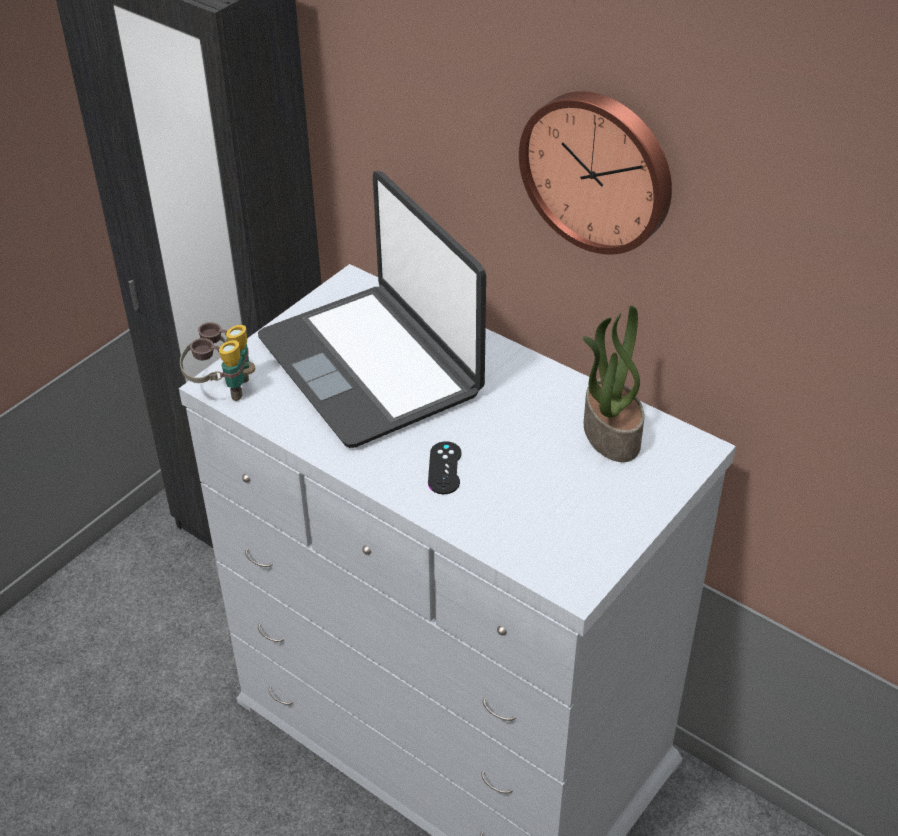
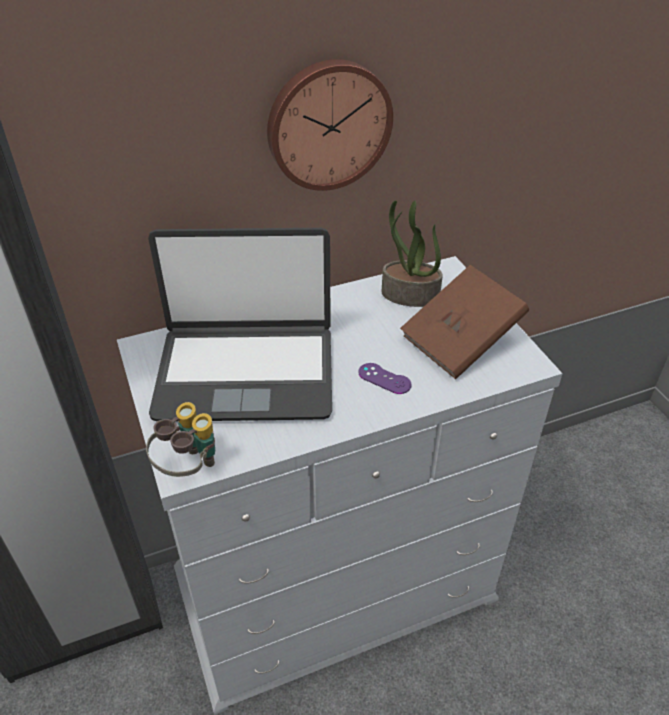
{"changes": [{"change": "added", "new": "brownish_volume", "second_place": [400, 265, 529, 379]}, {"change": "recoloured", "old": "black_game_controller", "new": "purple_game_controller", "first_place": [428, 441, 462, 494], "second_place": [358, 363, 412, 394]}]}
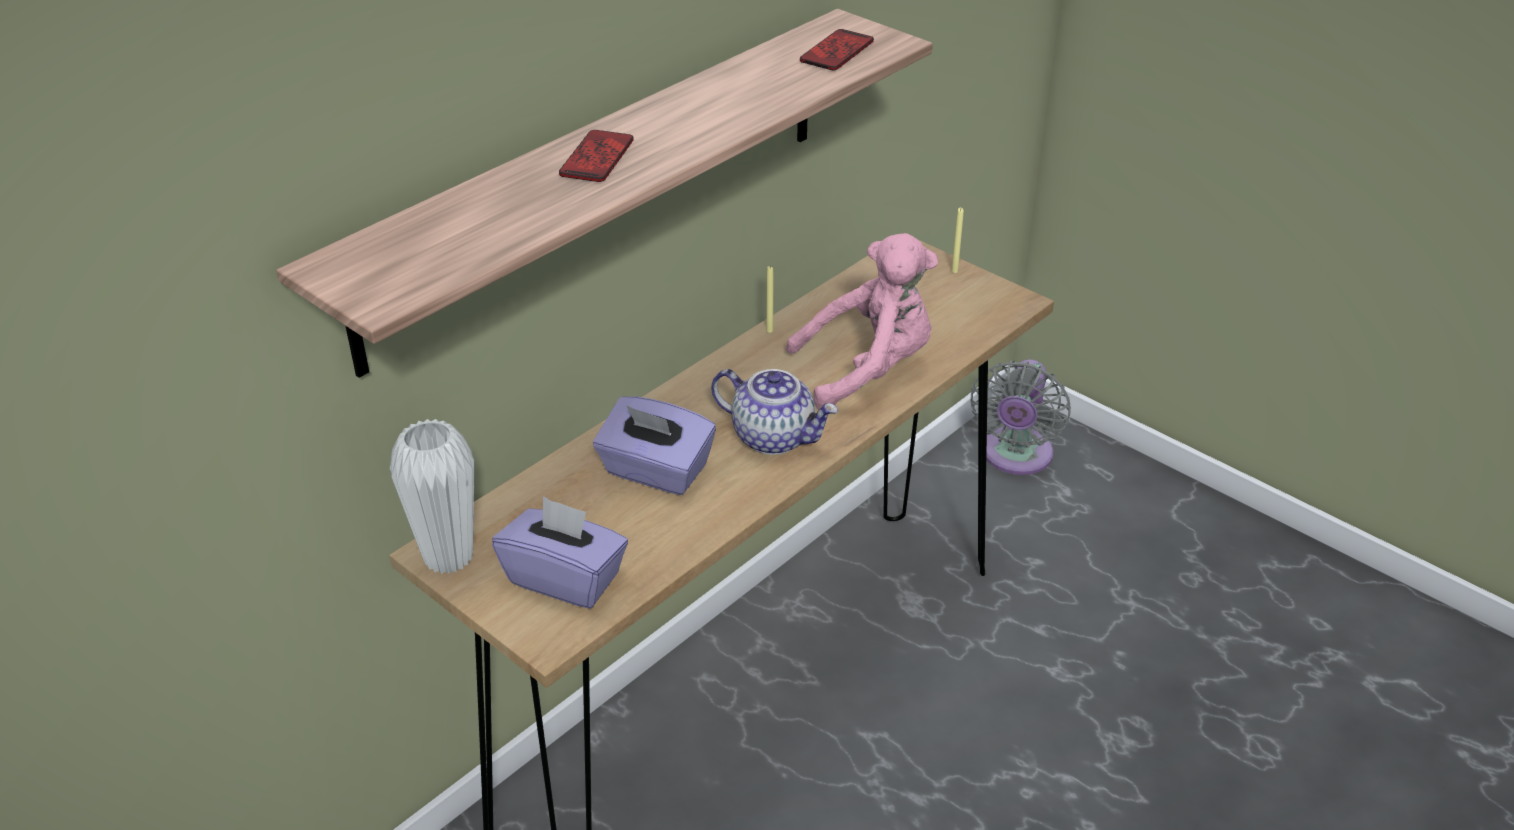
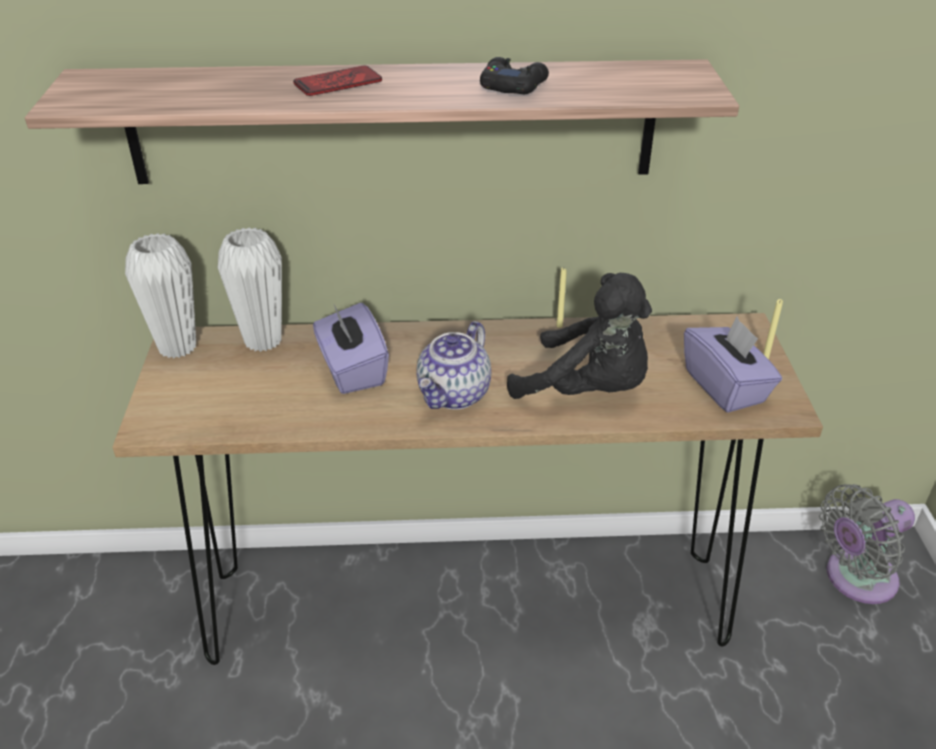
{"changes": [{"change": "removed", "old": "telephone", "first_place": [800, 29, 874, 70]}, {"change": "added", "new": "whitish_decorative_vase", "second_place": [218, 227, 282, 352]}, {"change": "added", "new": "black_game_controller", "second_place": [480, 57, 549, 94]}, {"change": "moved", "old": "purple_box_of_tissues", "first_place": [492, 496, 628, 609], "second_place": [684, 316, 782, 412]}, {"change": "recoloured", "old": "pink-coloured_cuddly_toy", "new": "black_cuddly_toy", "first_place": [786, 233, 938, 409], "second_place": [507, 273, 652, 399]}, {"change": "turned", "old": "teapot", "first_place": [711, 369, 838, 455], "second_place": [417, 321, 491, 410], "degrees": 45}]}
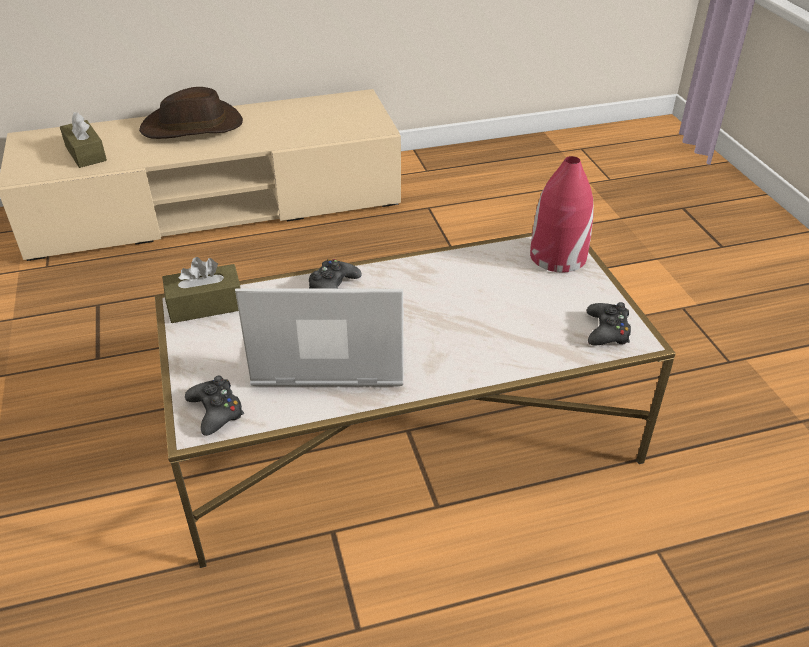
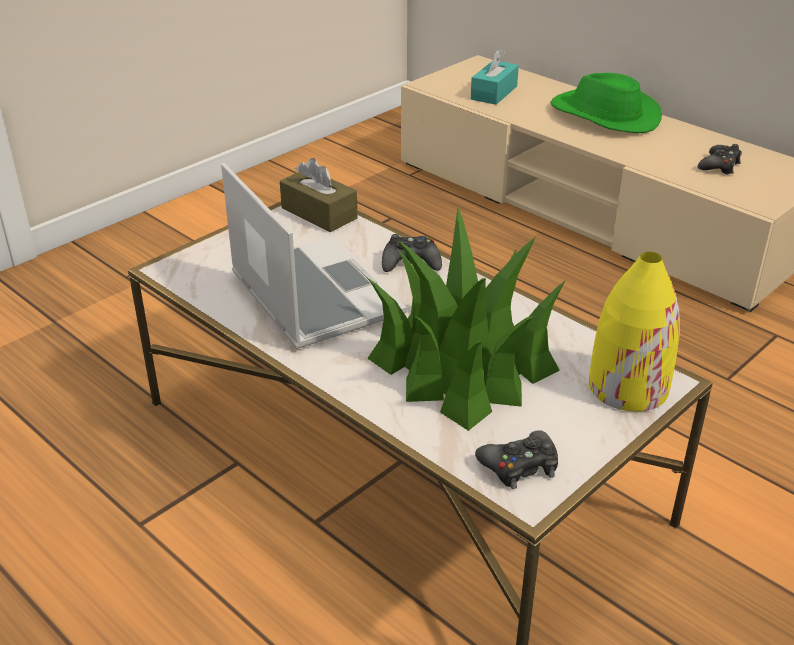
{"changes": [{"change": "added", "new": "houseplant", "second_place": [367, 207, 565, 431]}, {"change": "moved", "old": "black_game_controller", "first_place": [185, 376, 244, 436], "second_place": [698, 144, 742, 174]}, {"change": "recoloured", "old": "brownish_box_of_tissues", "new": "blue-green_box_of_tissues", "first_place": [60, 112, 107, 168], "second_place": [471, 49, 519, 105]}, {"change": "recoloured", "old": "brownish_wearable_hat", "new": "green-coloured_wearable_hat", "first_place": [139, 87, 243, 139], "second_place": [551, 73, 662, 133]}, {"change": "recoloured", "old": "red-coloured_decorative_vase", "new": "yellowish_decorative_vase", "first_place": [530, 156, 594, 272], "second_place": [589, 252, 680, 412]}]}
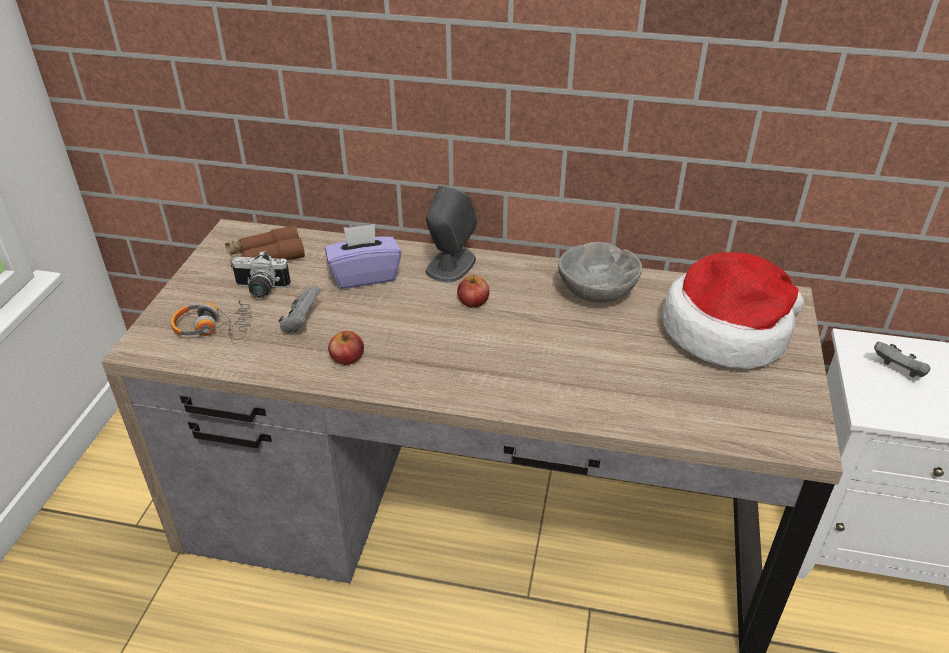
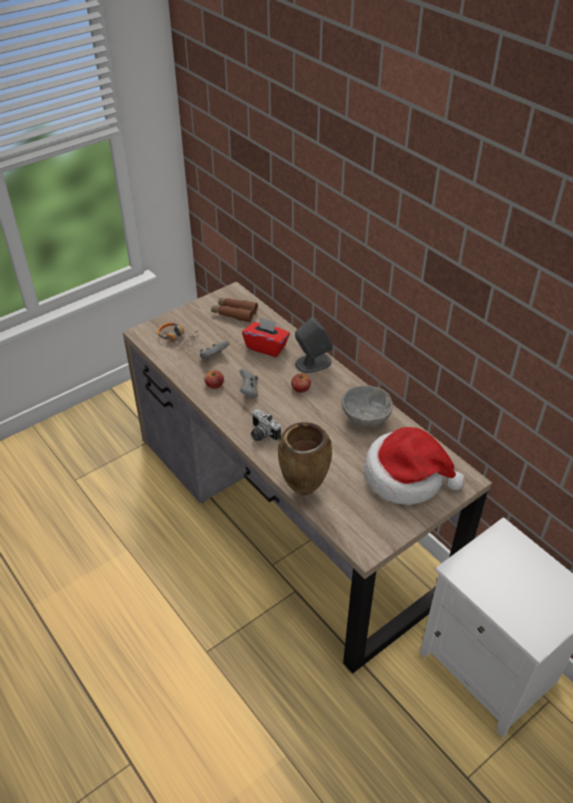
{"changes": [{"change": "added", "new": "brownish_decorative_vase", "second_place": [278, 422, 332, 496]}, {"change": "moved", "old": "still_camera", "first_place": [232, 250, 291, 298], "second_place": [251, 409, 281, 441]}, {"change": "moved", "old": "grey_game_controller", "first_place": [874, 342, 930, 378], "second_place": [239, 369, 258, 398]}, {"change": "recoloured", "old": "purple_box_of_tissues", "new": "red-coloured_box_of_tissues", "first_place": [325, 224, 401, 289], "second_place": [242, 317, 290, 357]}]}
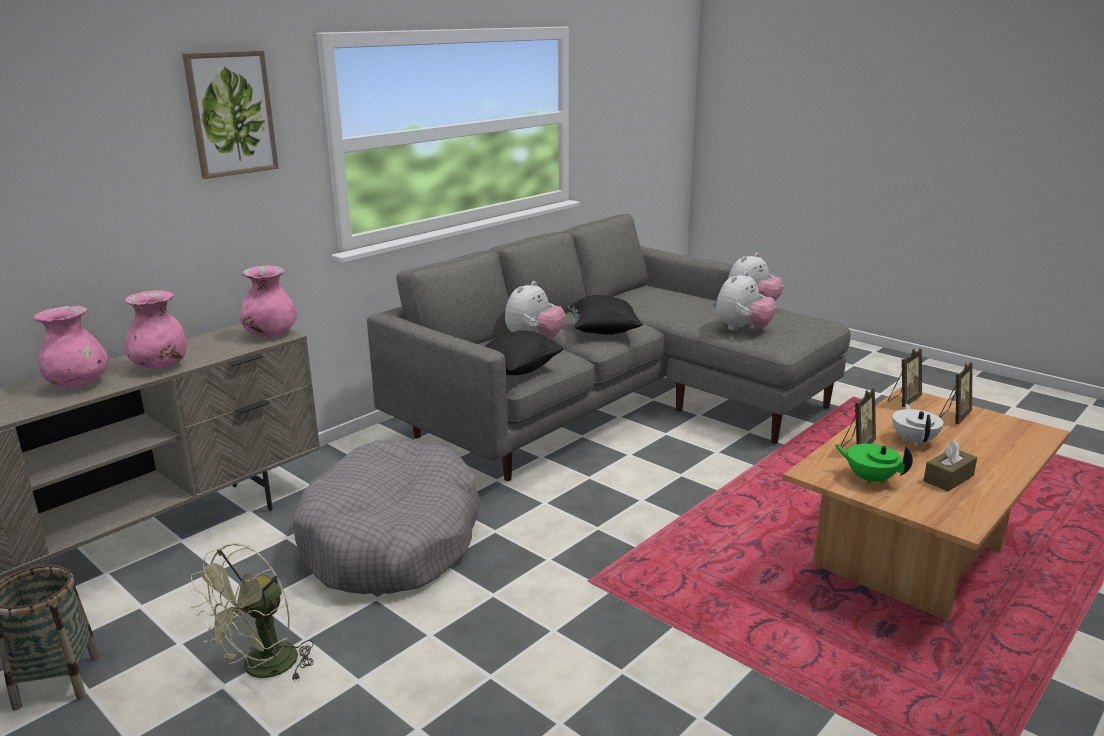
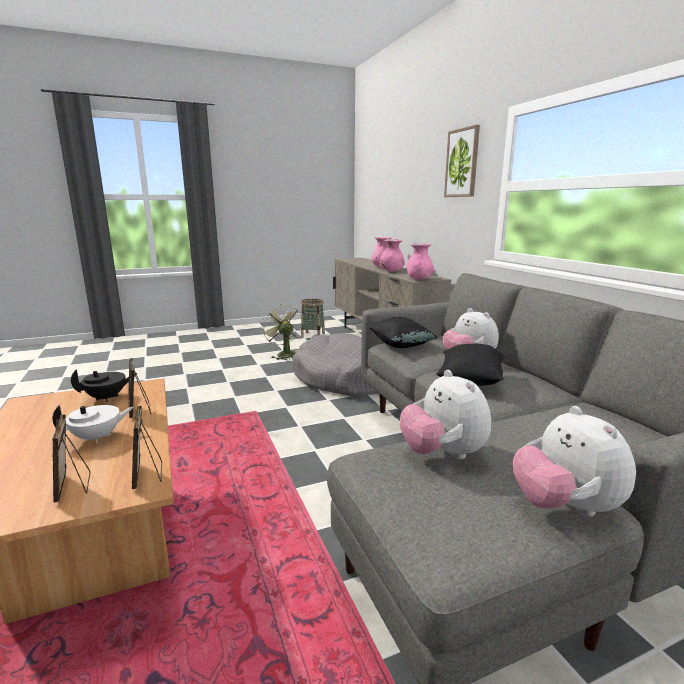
{"changes": [{"change": "removed", "old": "brownish_box_of_tissues", "first_place": [923, 440, 977, 491]}, {"change": "recoloured", "old": "green-coloured_teapot", "new": "black_teapot", "first_place": [834, 444, 913, 484], "second_place": [71, 369, 137, 402]}, {"change": "turned", "old": "whitish_teapot", "first_place": [892, 404, 943, 447], "second_place": [52, 405, 133, 444], "degrees": -60}]}
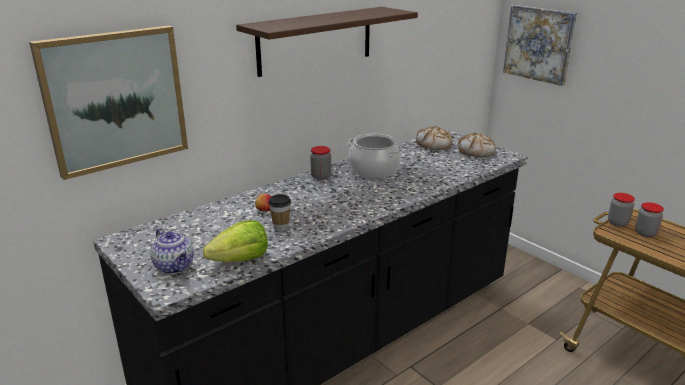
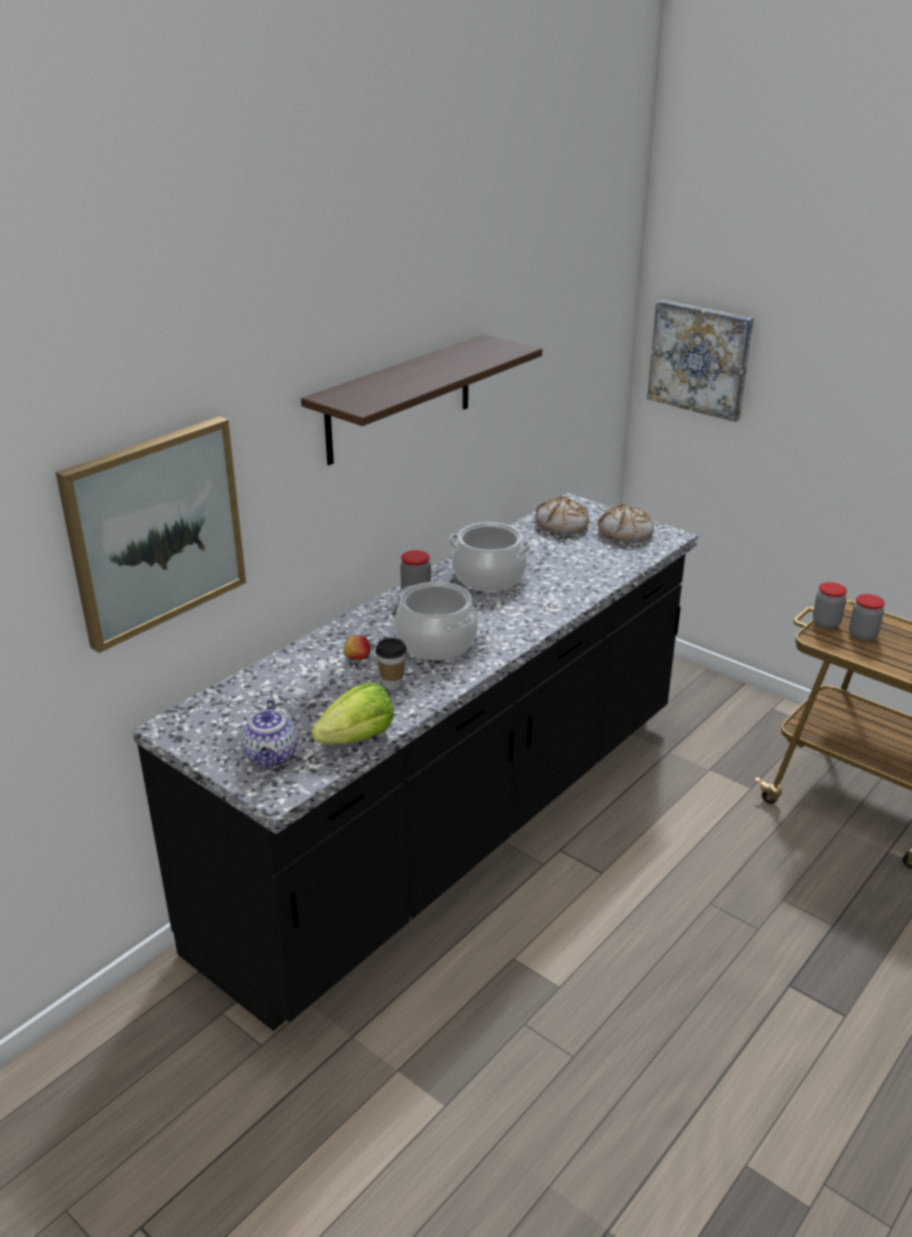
{"changes": [{"change": "added", "new": "saucepot", "second_place": [394, 582, 478, 660]}, {"change": "turned", "old": "teapot", "first_place": [151, 228, 194, 274], "second_place": [241, 699, 298, 769], "degrees": 45}]}
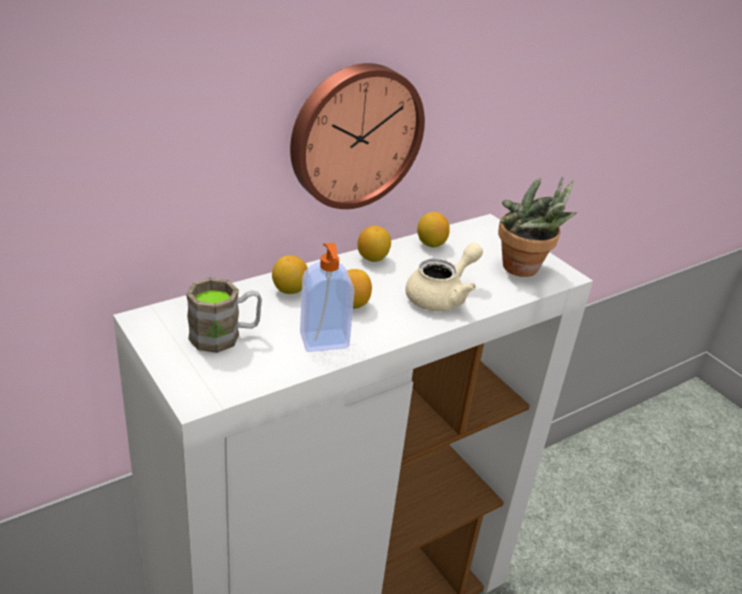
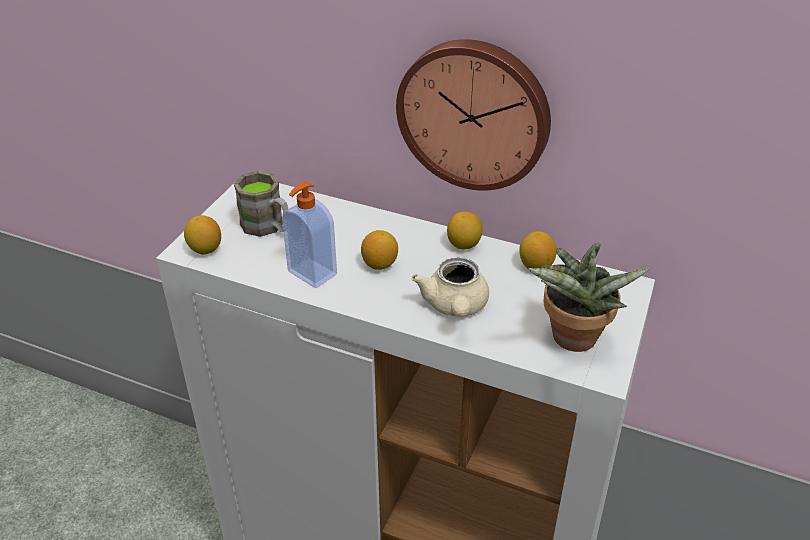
{"changes": [{"change": "moved", "old": "whole_lemon", "first_place": [272, 255, 308, 294], "second_place": [184, 215, 221, 255]}, {"change": "turned", "old": "beige-coloured_teapot", "first_place": [405, 243, 483, 311], "second_place": [411, 257, 489, 317], "degrees": 75}]}
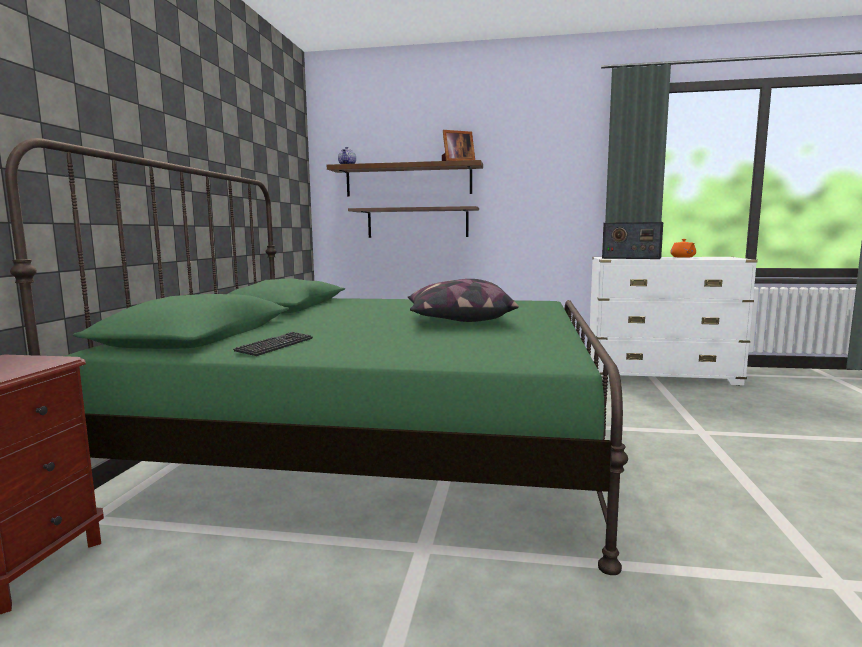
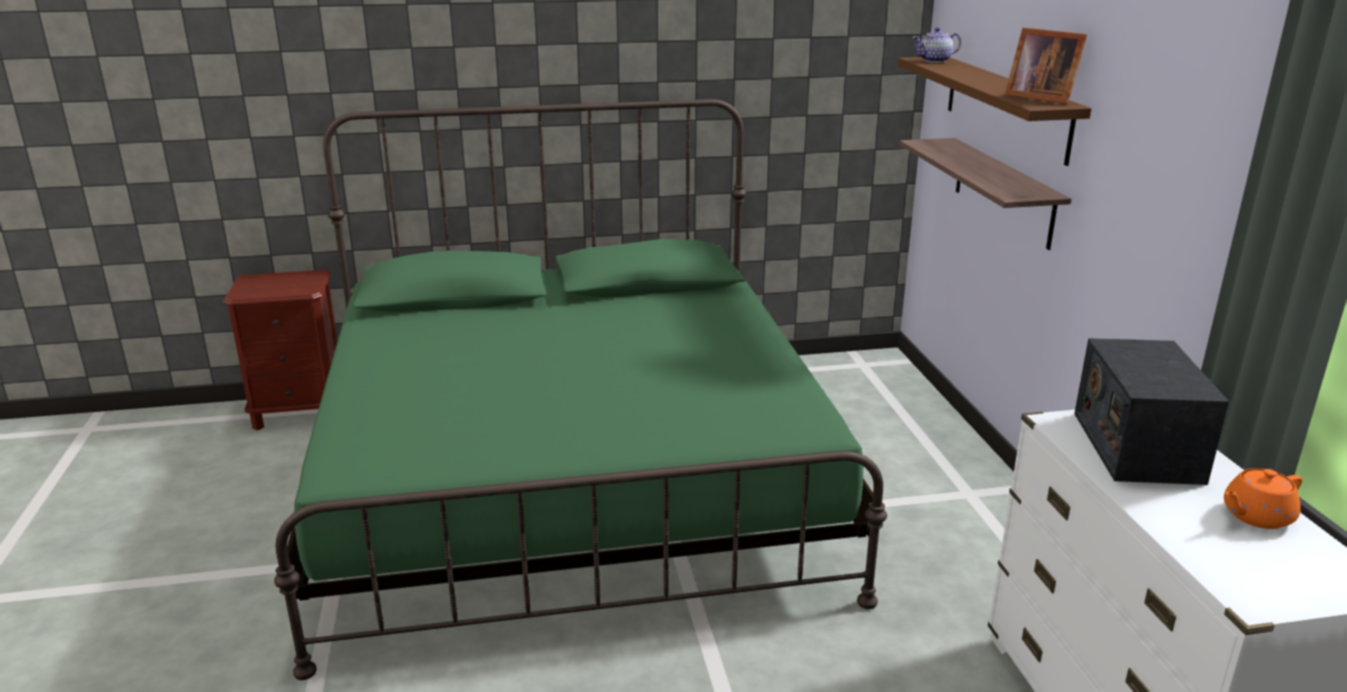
{"changes": [{"change": "removed", "old": "computer_keyboard", "first_place": [233, 332, 313, 356]}, {"change": "removed", "old": "throw_pillow", "first_place": [408, 279, 519, 322]}]}
